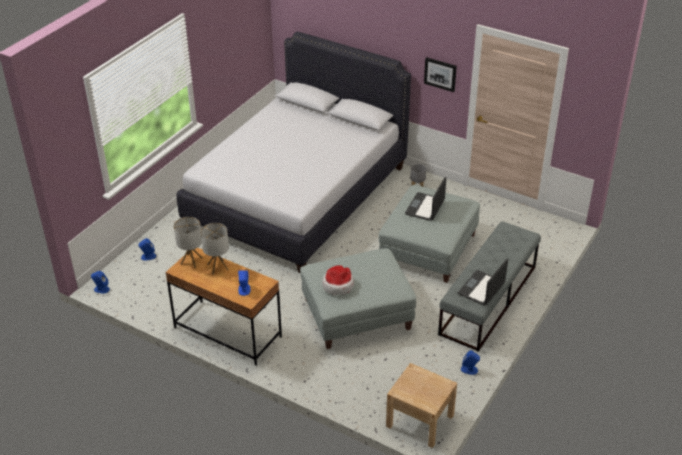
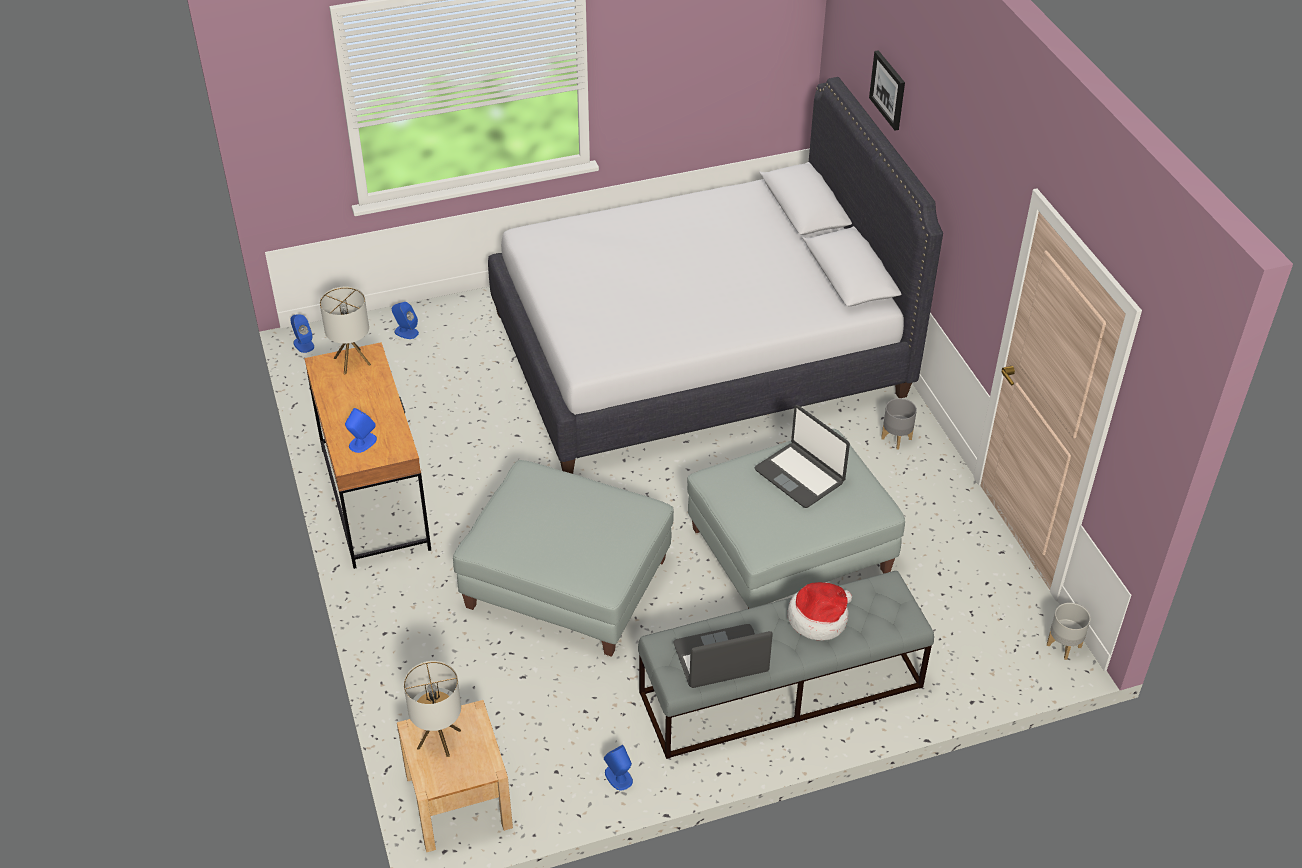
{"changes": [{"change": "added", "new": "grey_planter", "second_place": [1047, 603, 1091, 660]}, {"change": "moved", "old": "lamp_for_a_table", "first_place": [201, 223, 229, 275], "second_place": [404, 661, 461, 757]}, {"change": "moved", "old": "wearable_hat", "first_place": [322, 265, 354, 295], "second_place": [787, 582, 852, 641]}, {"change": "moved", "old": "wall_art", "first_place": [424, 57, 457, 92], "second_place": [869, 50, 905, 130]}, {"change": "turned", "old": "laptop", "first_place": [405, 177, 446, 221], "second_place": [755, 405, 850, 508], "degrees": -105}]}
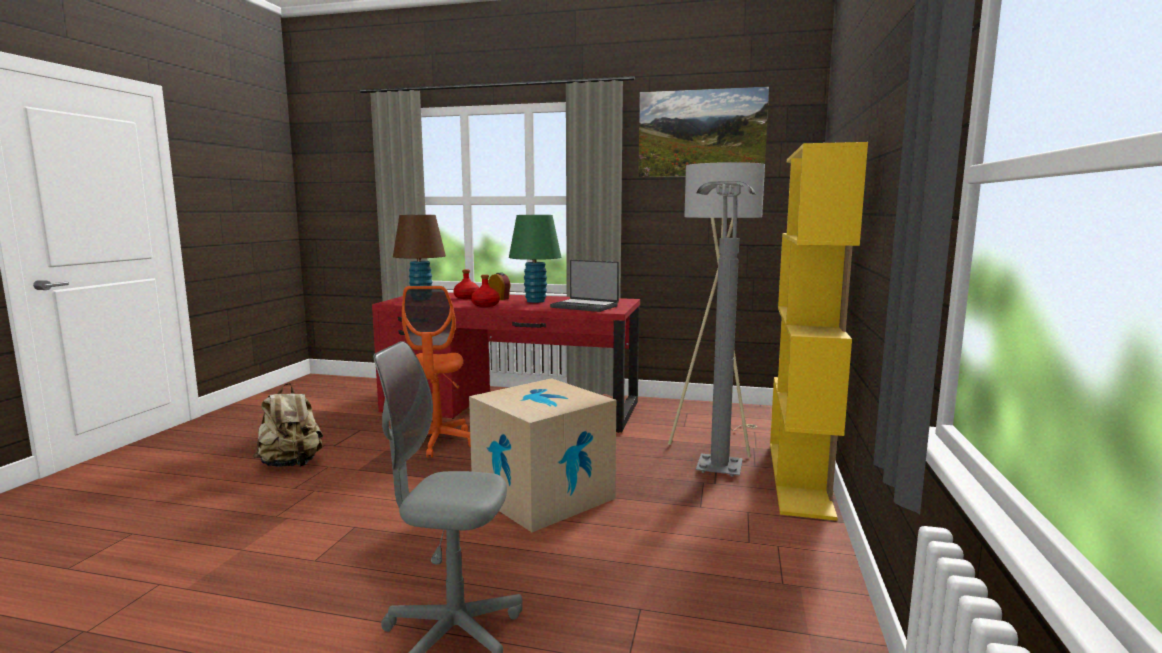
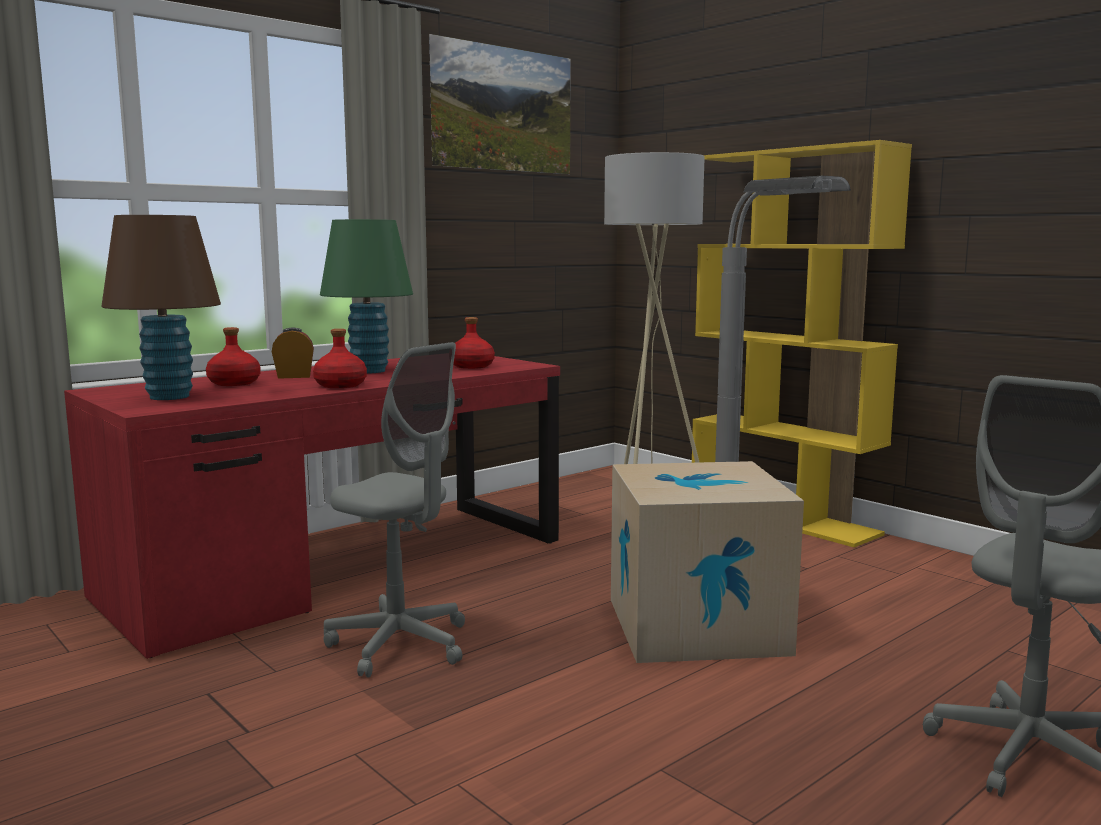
{"changes": [{"change": "removed", "old": "beige-coloured_rucksack", "first_place": [253, 383, 323, 467]}, {"change": "replaced", "old": "laptop", "new": "red-coloured_beverage_bottle", "first_place": [550, 260, 619, 312], "second_place": [453, 317, 495, 369]}, {"change": "recoloured", "old": "orange-coloured_computer_chair", "new": "grey_computer_chair", "first_place": [402, 286, 471, 458], "second_place": [324, 342, 465, 677]}]}
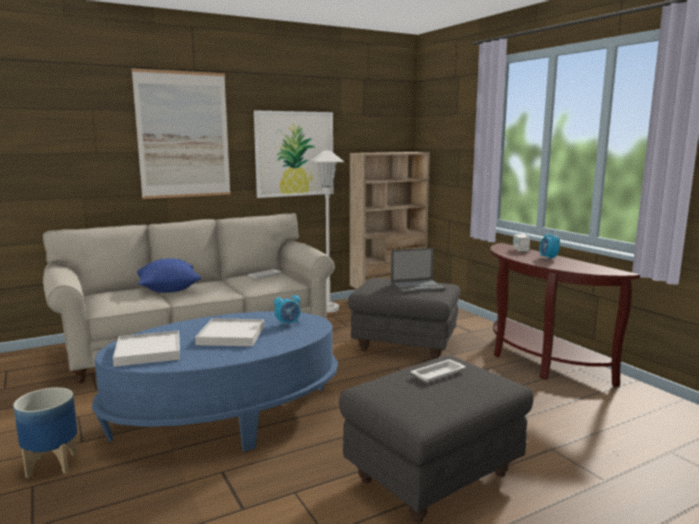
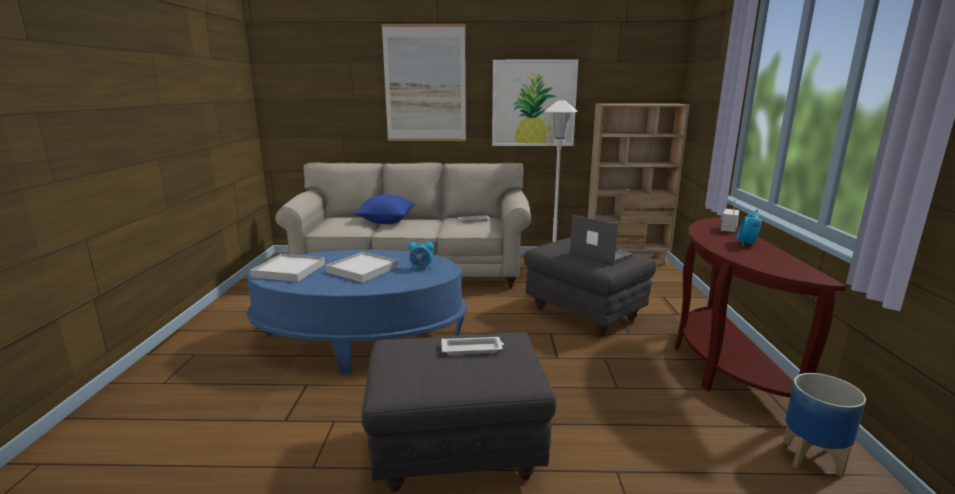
{"changes": [{"change": "moved", "old": "planter", "first_place": [13, 387, 78, 479], "second_place": [783, 373, 866, 478]}, {"change": "turned", "old": "laptop", "first_place": [391, 248, 446, 293], "second_place": [570, 215, 633, 264], "degrees": -150}]}
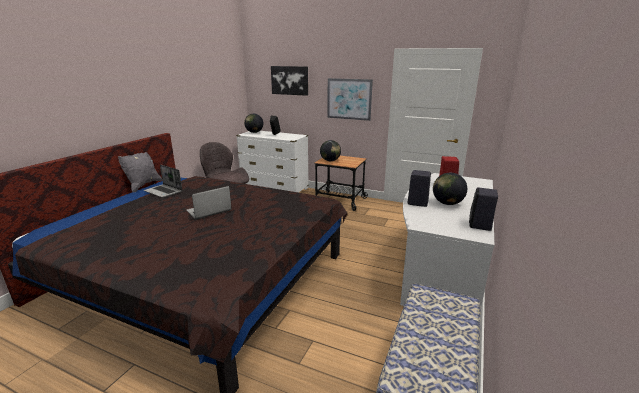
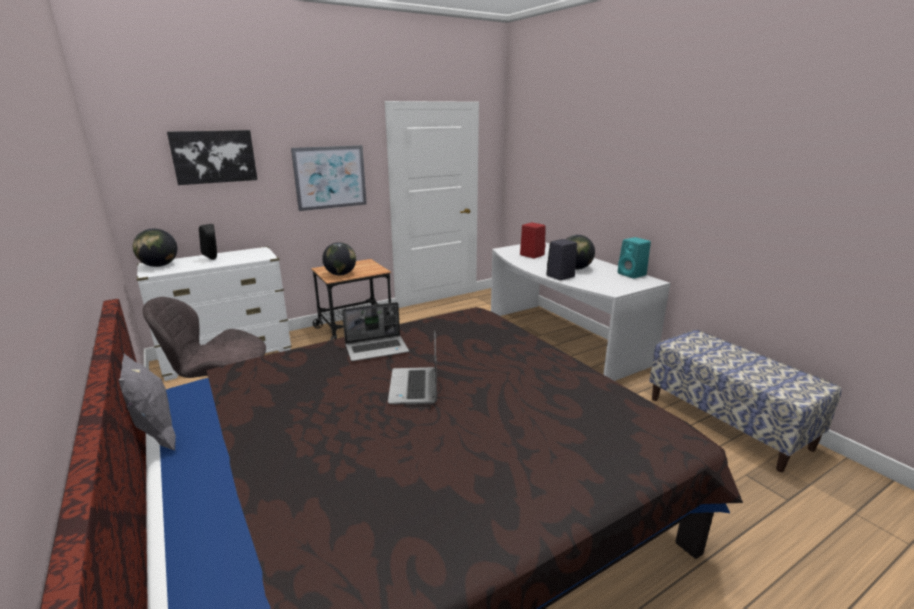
{"changes": [{"change": "moved", "old": "laptop", "first_place": [144, 165, 182, 198], "second_place": [342, 302, 409, 361]}, {"change": "recoloured", "old": "black_loudspeaker", "new": "blue-green_loudspeaker", "first_place": [469, 187, 498, 231], "second_place": [618, 237, 651, 278]}]}
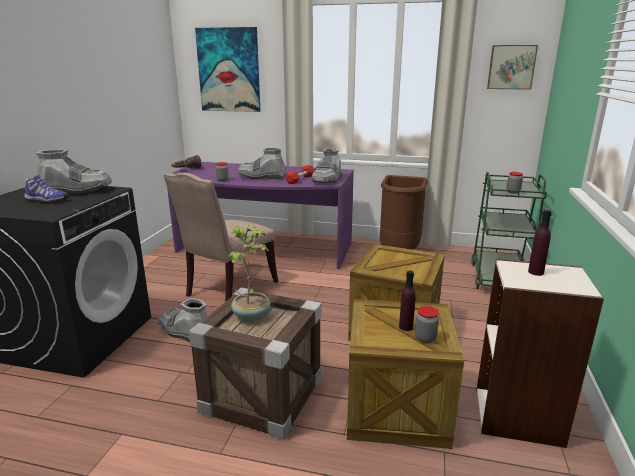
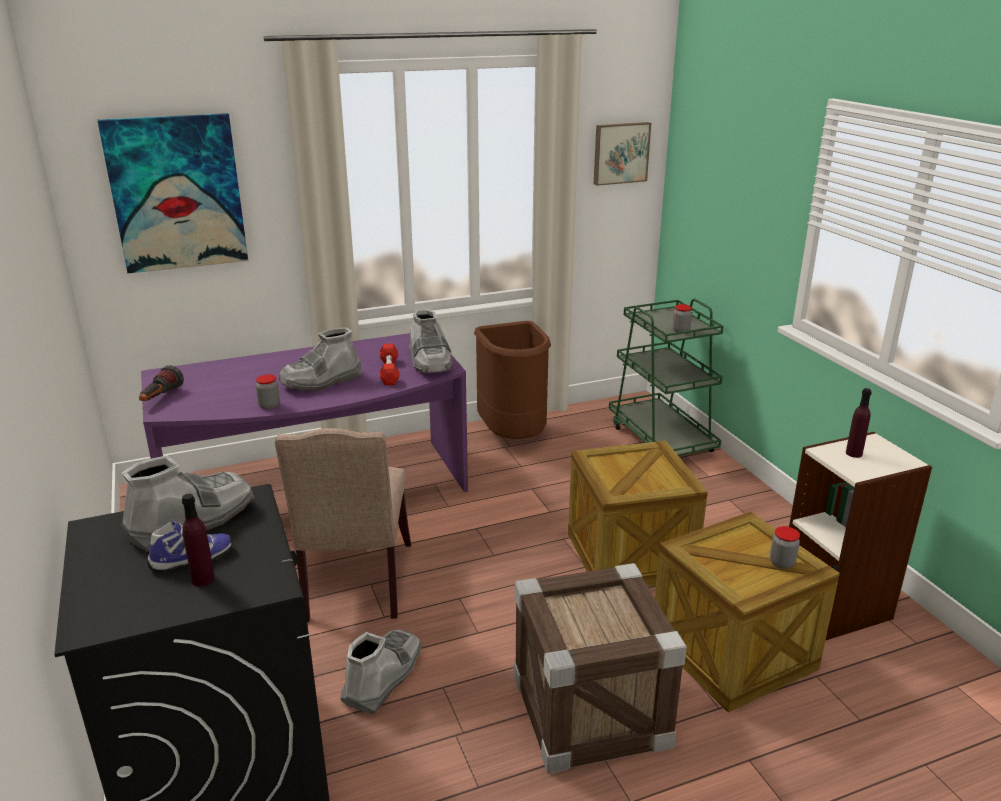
{"changes": [{"change": "removed", "old": "houseplant", "first_place": [227, 225, 271, 322]}, {"change": "moved", "old": "purple_beverage_bottle", "first_place": [399, 270, 416, 331], "second_place": [182, 494, 215, 587]}, {"change": "turned", "old": "grey_high-top_boot", "first_place": [158, 298, 208, 342], "second_place": [340, 629, 422, 714], "degrees": 120}]}
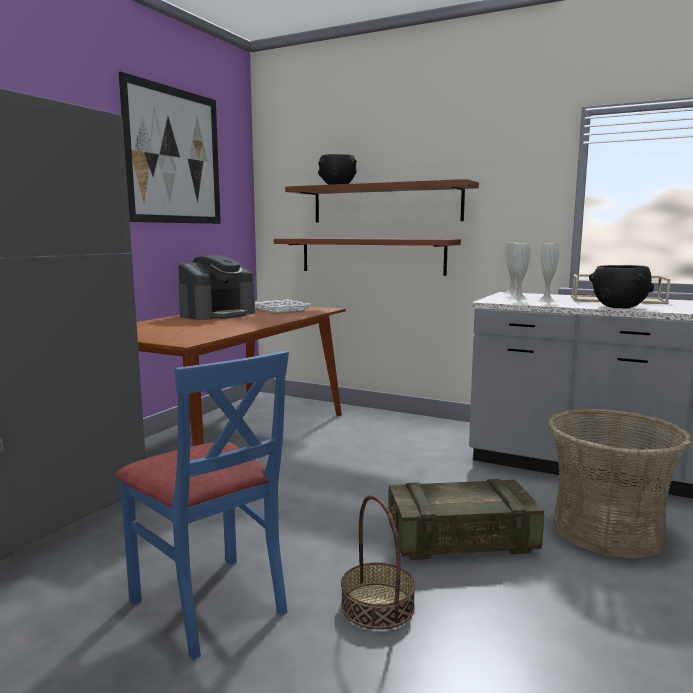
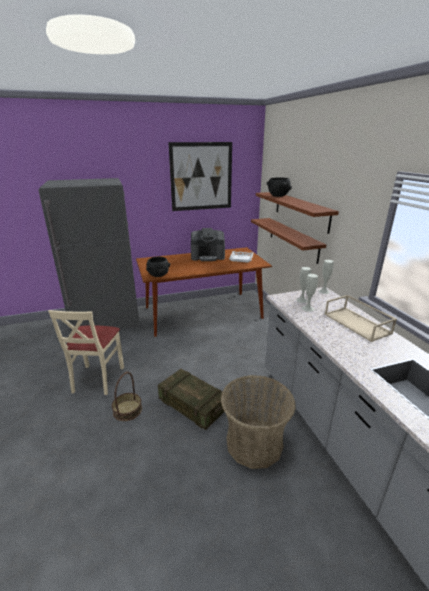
{"changes": [{"change": "moved", "old": "black_serving_bowl", "first_place": [589, 265, 654, 309], "second_place": [146, 257, 170, 277]}, {"change": "recoloured", "old": "bluish_upright_chair", "new": "beige-coloured_upright_chair", "first_place": [115, 351, 289, 660], "second_place": [48, 310, 124, 395]}]}
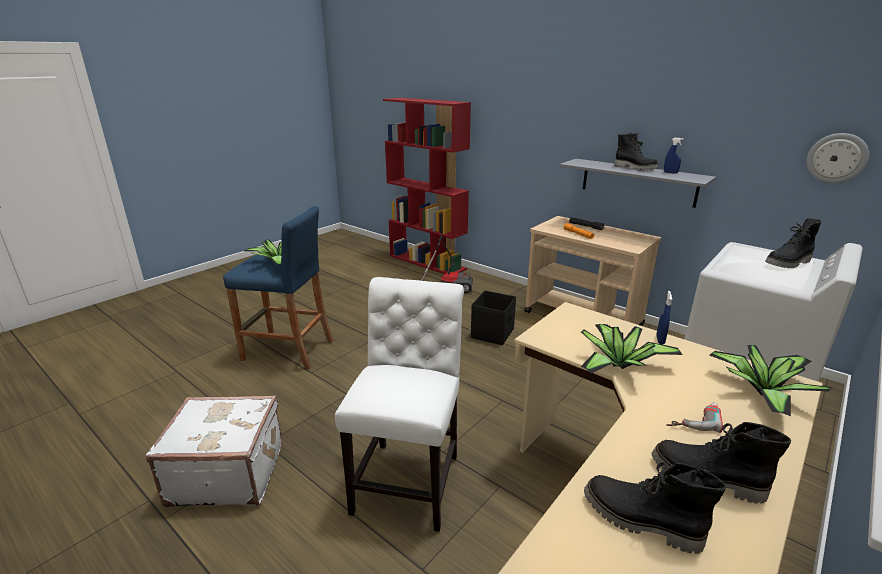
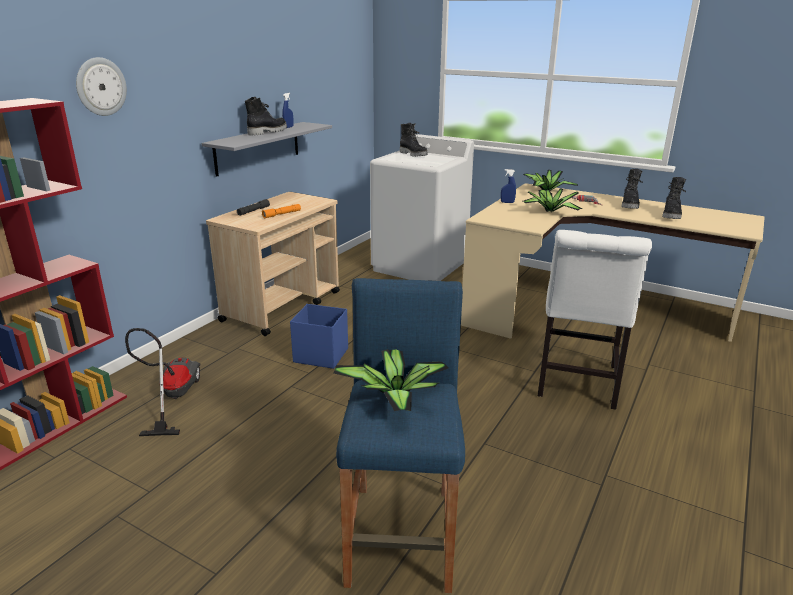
{"changes": [{"change": "removed", "old": "whitish_travel_case", "first_place": [146, 395, 282, 507]}, {"change": "moved", "old": "wall_clock", "first_place": [806, 133, 869, 183], "second_place": [76, 57, 127, 116]}, {"change": "recoloured", "old": "black_storage_bin", "new": "bluish_storage_bin", "first_place": [471, 291, 516, 345], "second_place": [290, 304, 348, 369]}, {"change": "turned", "old": "whitish_upright_chair", "first_place": [335, 277, 464, 532], "second_place": [538, 230, 652, 410], "degrees": -75}]}
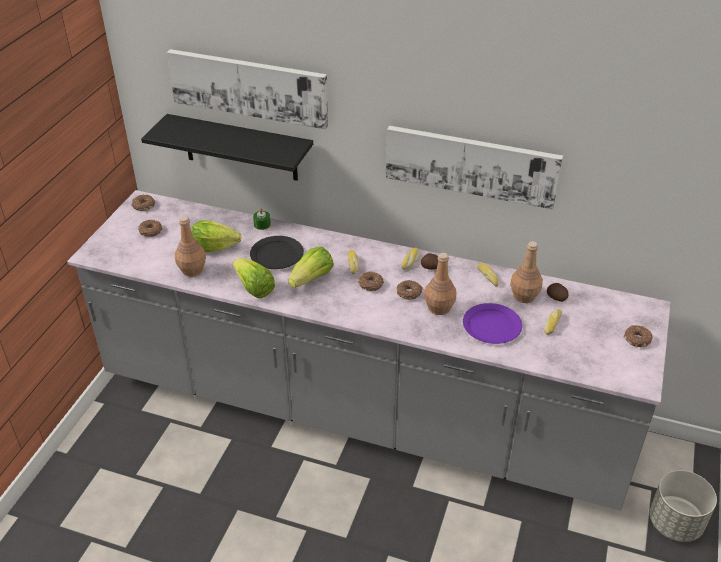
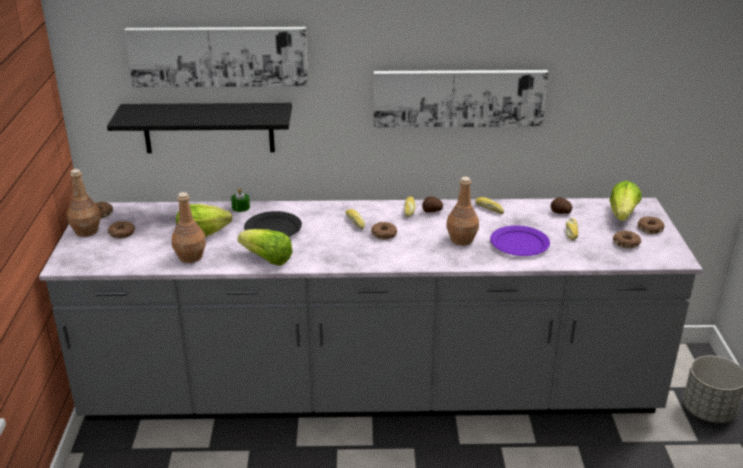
{"changes": [{"change": "moved", "old": "head_of_lettuce", "first_place": [288, 247, 334, 288], "second_place": [609, 181, 642, 221]}, {"change": "moved", "old": "donut", "first_place": [397, 280, 423, 300], "second_place": [613, 231, 642, 249]}, {"change": "moved", "old": "brownish_beverage_bottle", "first_place": [510, 241, 543, 303], "second_place": [67, 169, 101, 237]}]}
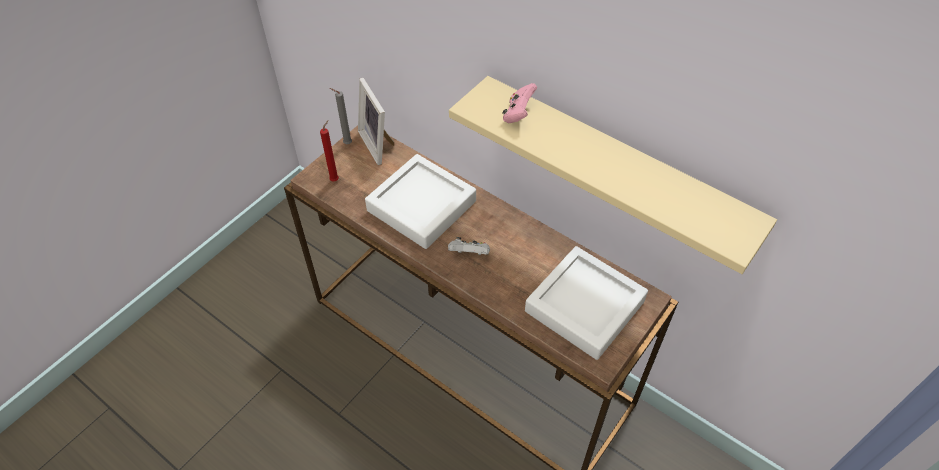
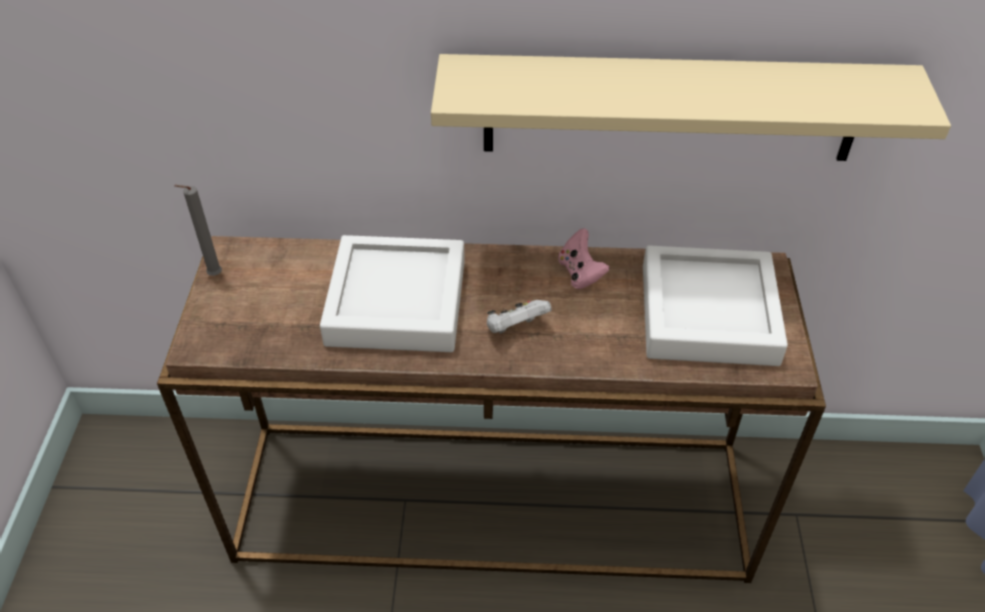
{"changes": [{"change": "removed", "old": "red-coloured_candle", "first_place": [320, 120, 339, 181]}, {"change": "removed", "old": "photo_frame", "first_place": [358, 78, 394, 165]}, {"change": "moved", "old": "pink-coloured_game_controller", "first_place": [502, 83, 537, 123], "second_place": [558, 228, 609, 289]}]}
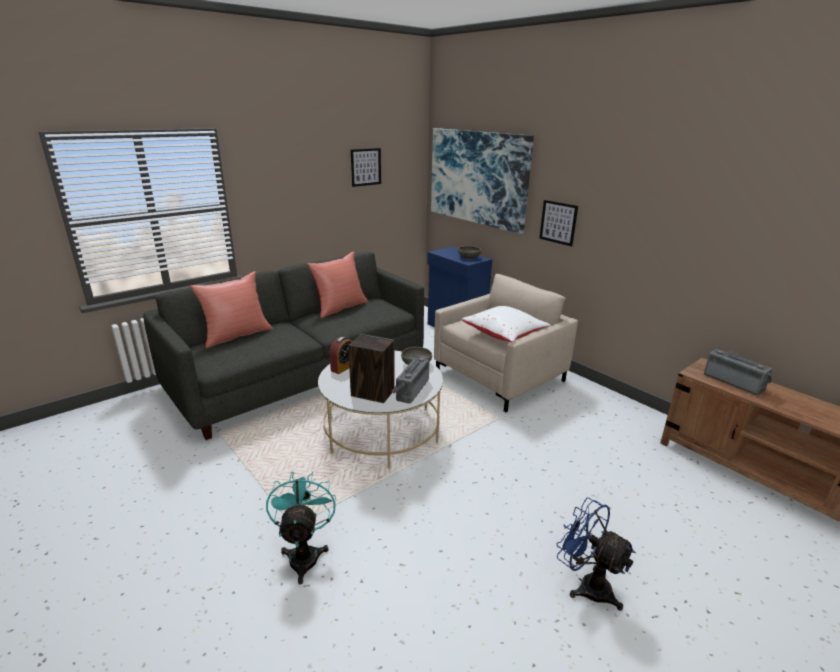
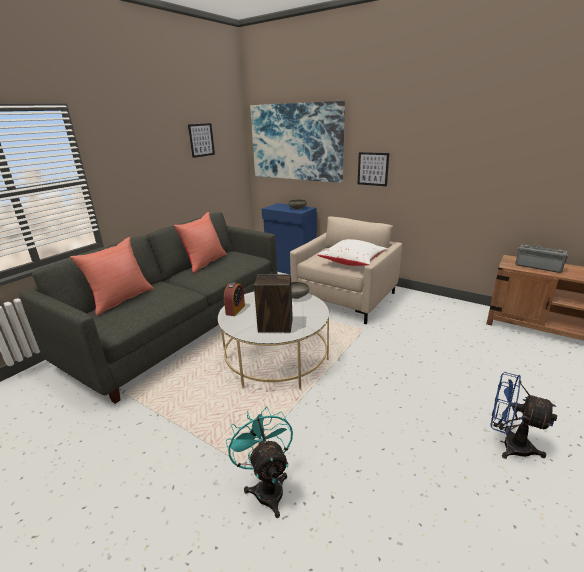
{"changes": [{"change": "removed", "old": "radio_set", "first_place": [392, 357, 429, 404]}]}
